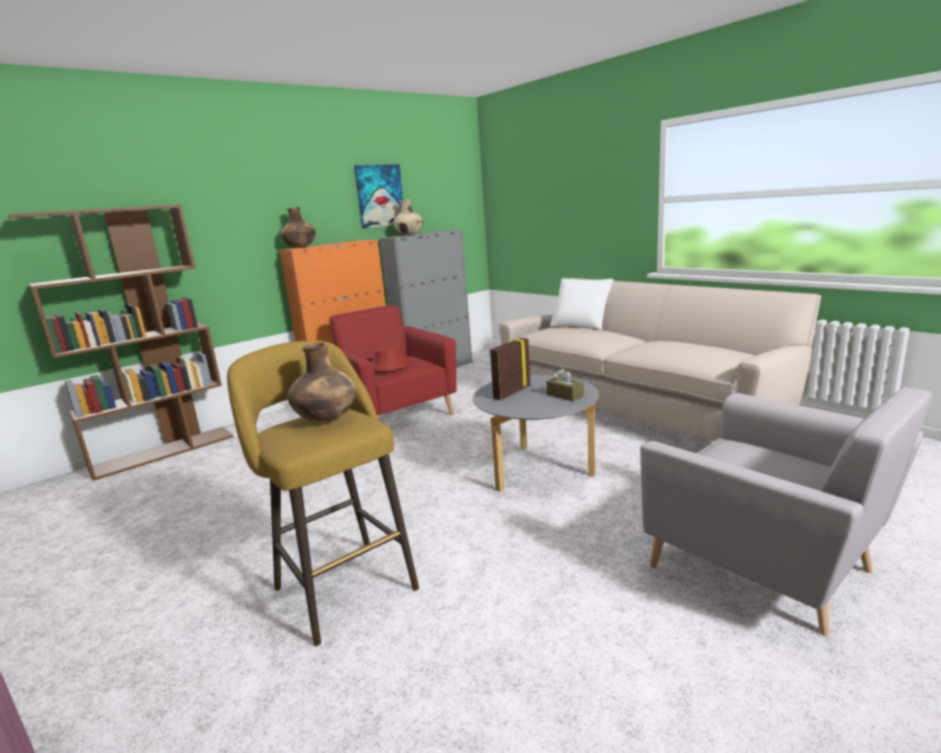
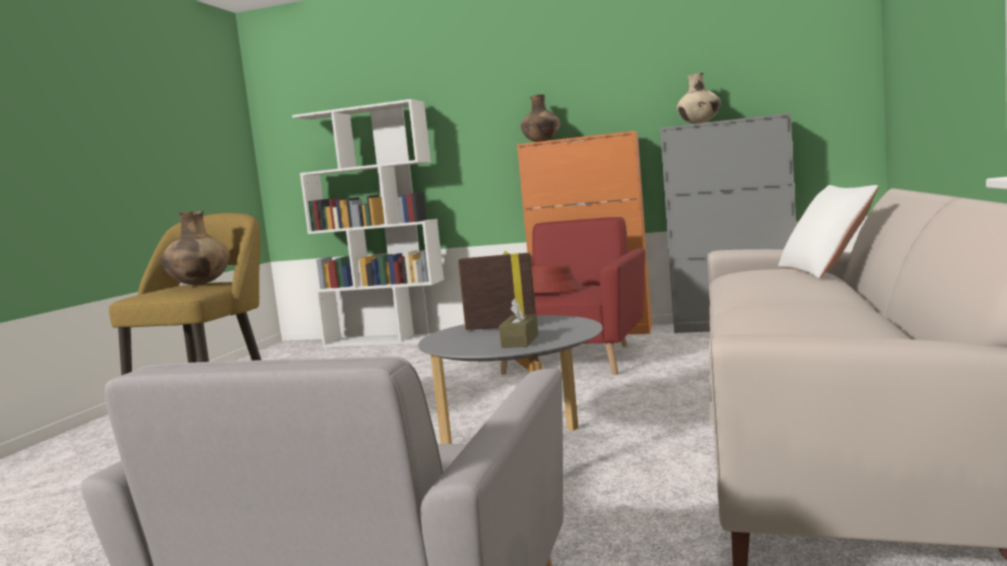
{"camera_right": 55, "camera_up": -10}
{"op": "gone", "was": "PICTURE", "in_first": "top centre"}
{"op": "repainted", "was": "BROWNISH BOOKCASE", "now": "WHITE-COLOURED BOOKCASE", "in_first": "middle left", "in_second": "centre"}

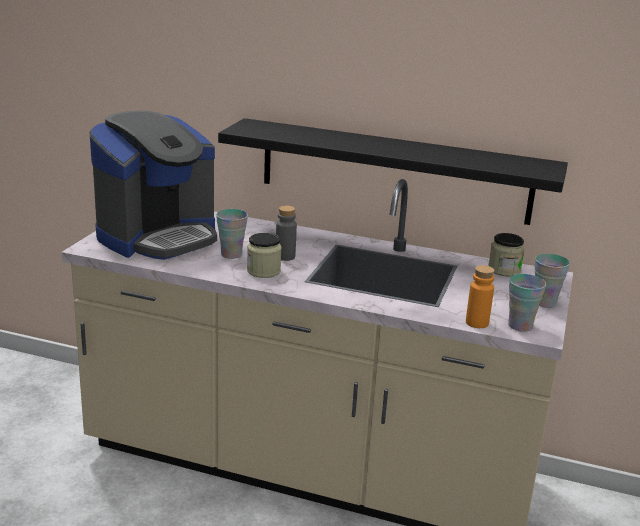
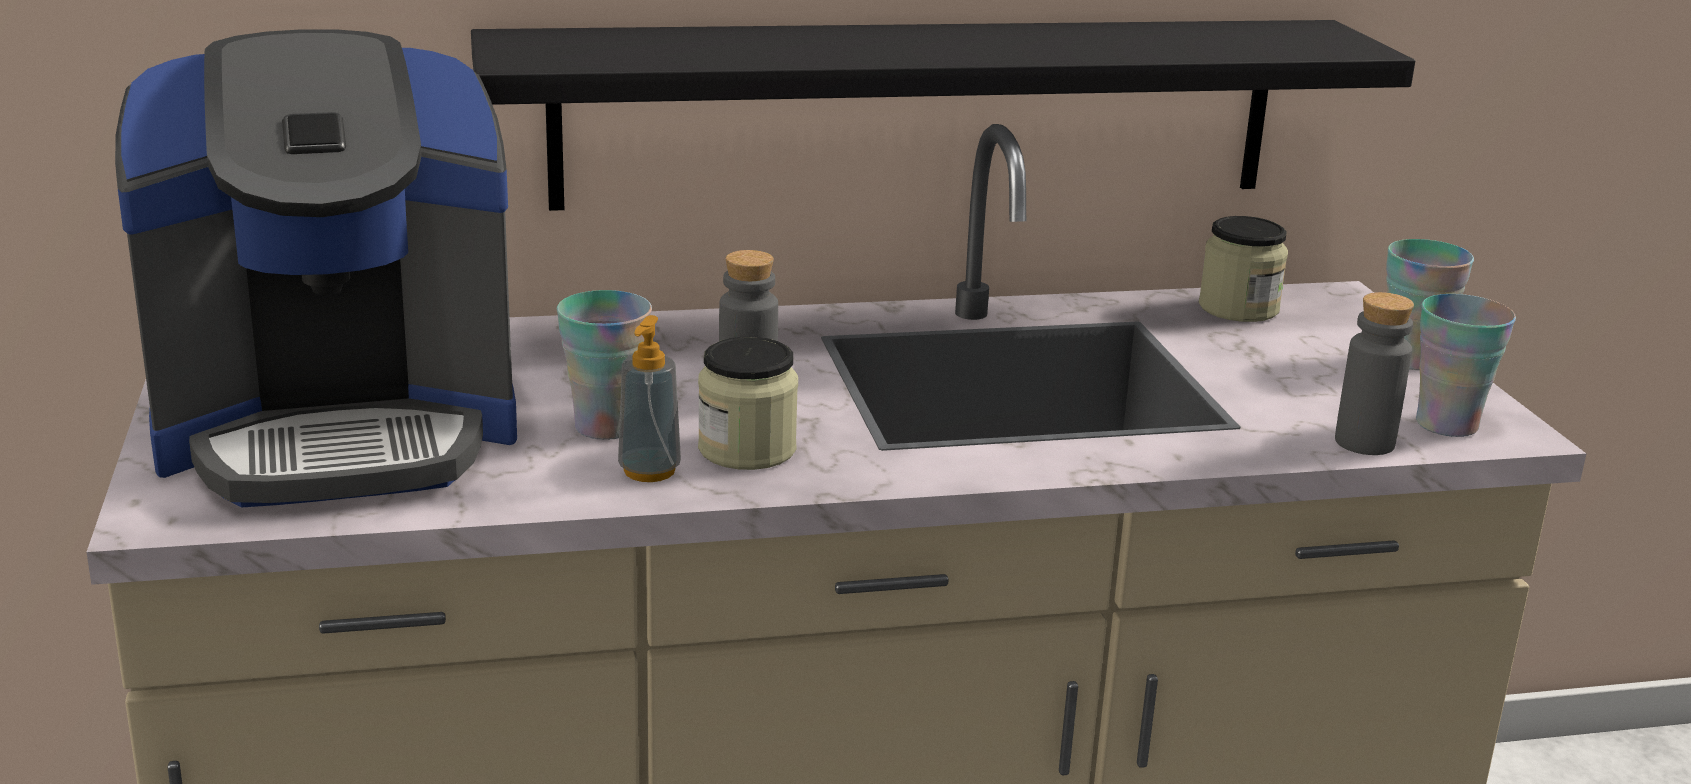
{"camera_right": -30, "camera_up": 0}
{"op": "rotated", "was": "COFFEE BREWER", "in_first": "middle left", "in_second": "middle left", "clockwise": 60}
{"op": "repainted", "was": "ORANGEY BEVERAGE BOTTLE", "now": "GREY BEVERAGE BOTTLE (no. 2 from left)", "in_first": "middle right", "in_second": "middle right"}
{"op": "new", "now": "SOAP DISPENSER", "in_second": "centre"}

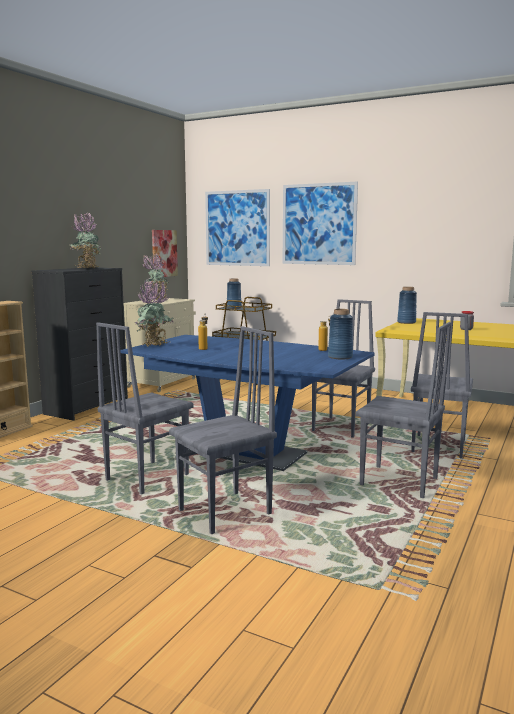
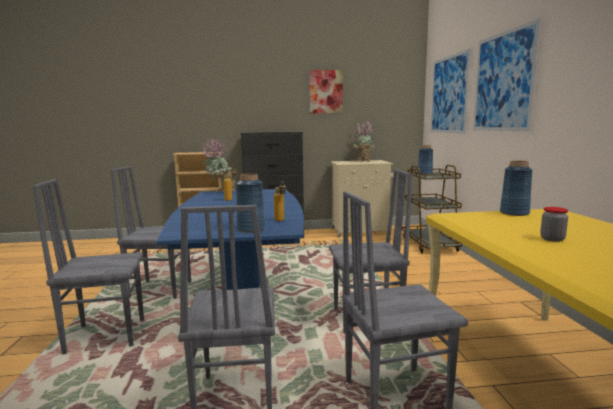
{"camera_right": 55, "camera_up": 0}
{"op": "gone", "was": "POTTED PLANT (no. 1 from left)", "in_first": "middle left"}
{"op": "shifted", "was": "PICTURE (no. 1 from left)", "in_first": "middle left", "in_second": "top centre"}
{"op": "rotated", "was": "GREY PLAIN CHAIR (no. 2 from left in the first image)", "in_first": "centre", "in_second": "middle left", "clockwise": 150}

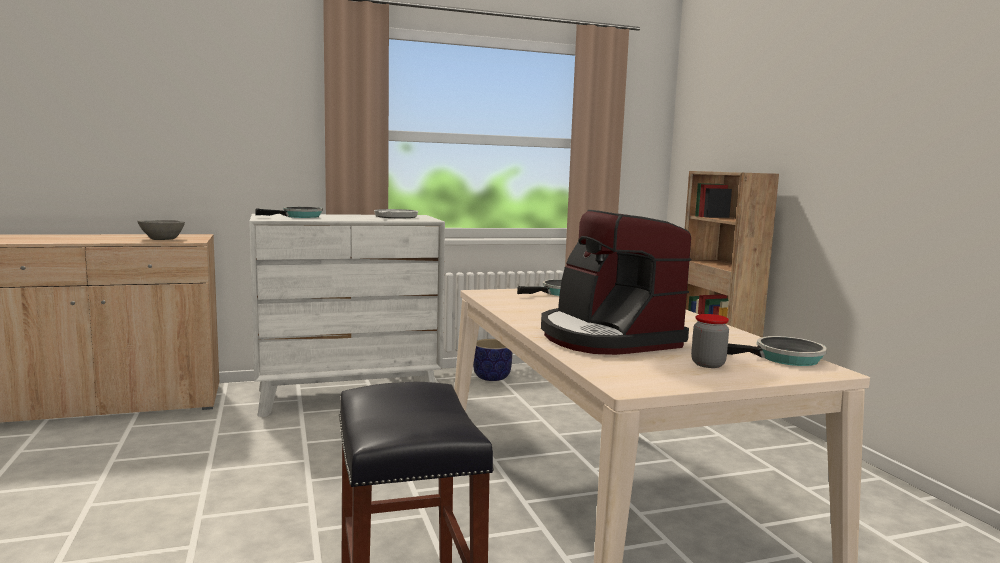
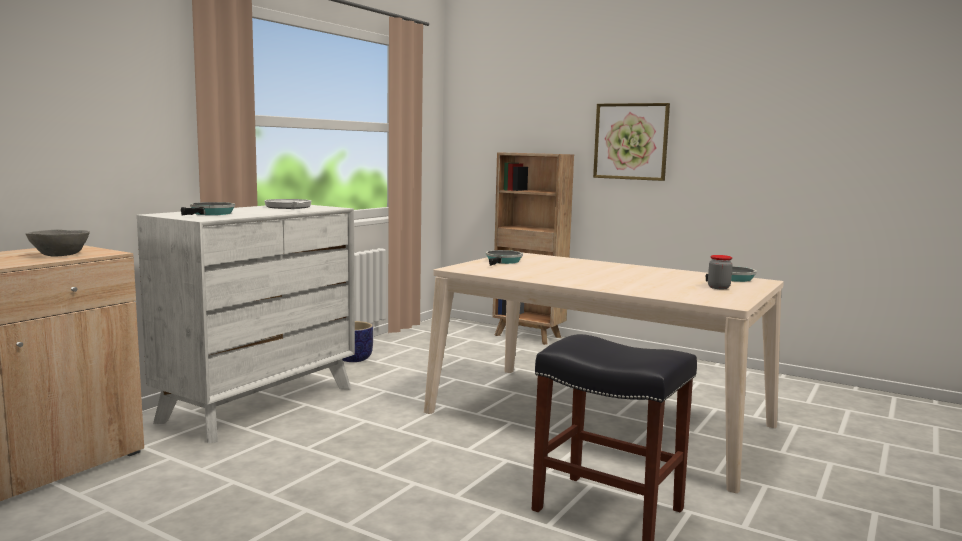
{"camera_right": -40, "camera_up": 0}
{"op": "gone", "was": "COFFEE BREWER", "in_first": "centre"}
{"op": "new", "now": "PICTURE", "in_second": "top centre"}

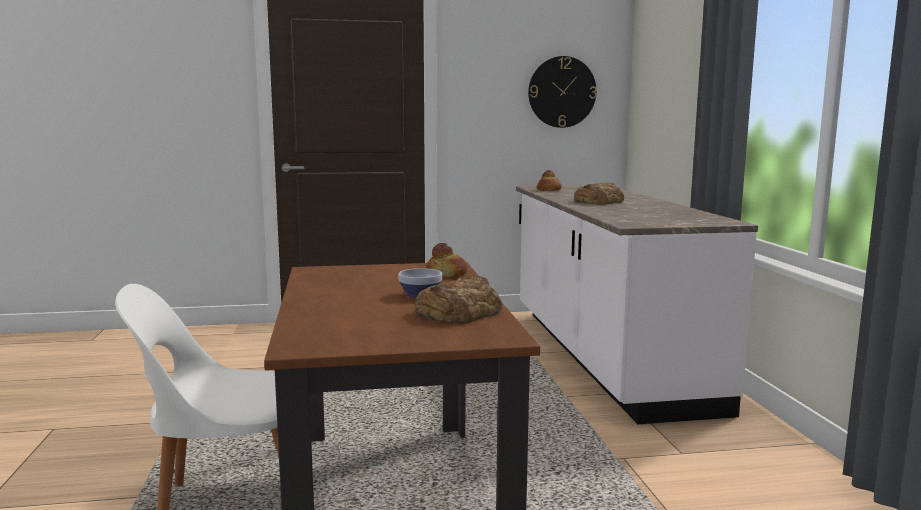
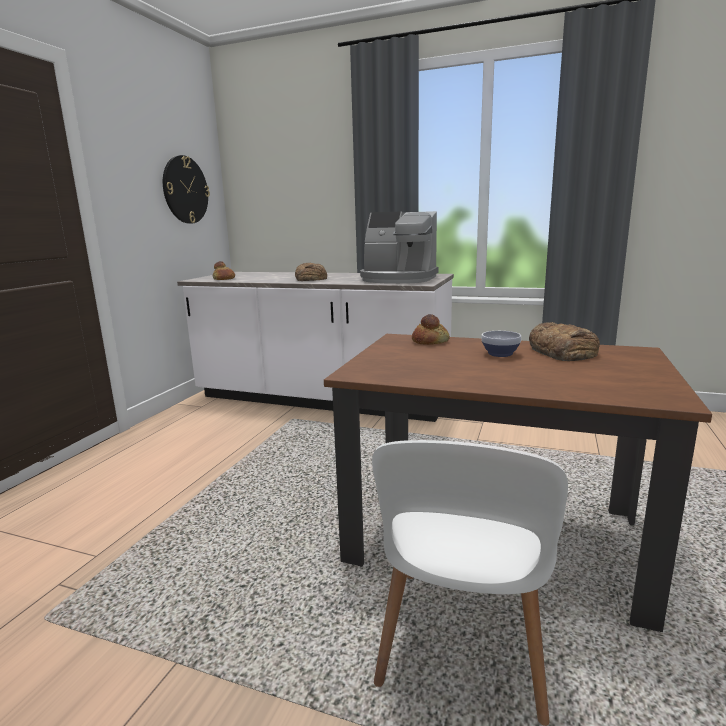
{"camera_right": -60, "camera_up": 5}
{"op": "new", "now": "COFFEE BREWER", "in_second": "centre"}

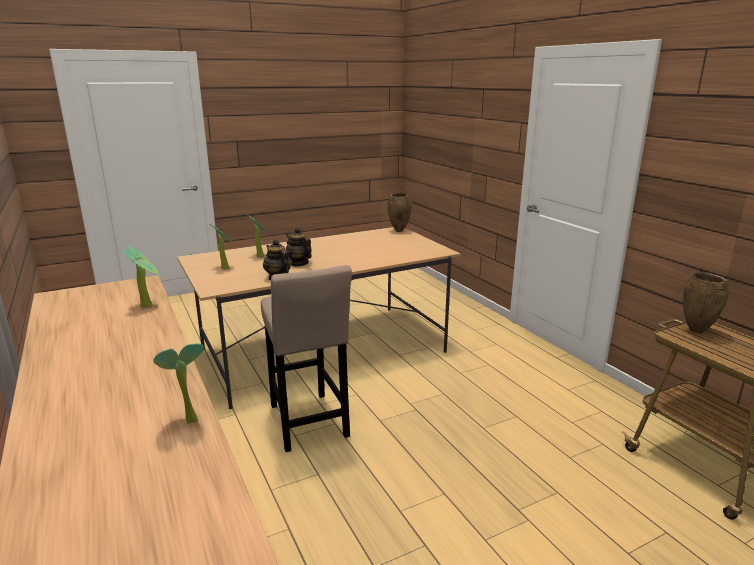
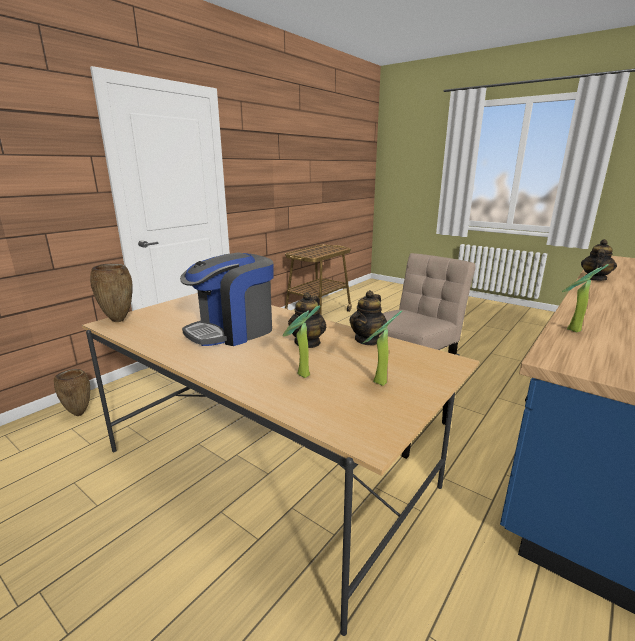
{"camera_right": -115, "camera_up": 0}
{"op": "shifted", "was": "BROWNISH FLOWER VASE (no. 2 from left in the first image)", "now": "BROWNISH FLOWER VASE (no. 1 from left)", "in_first": "middle right", "in_second": "middle left"}
{"op": "swapped", "was": "POTTED PLANT (no. 2 from left)", "now": "POT FOR TEA (no. 3 from left)", "in_first": "bottom left", "in_second": "middle right"}
{"op": "new", "now": "COFFEE BREWER", "in_second": "centre"}

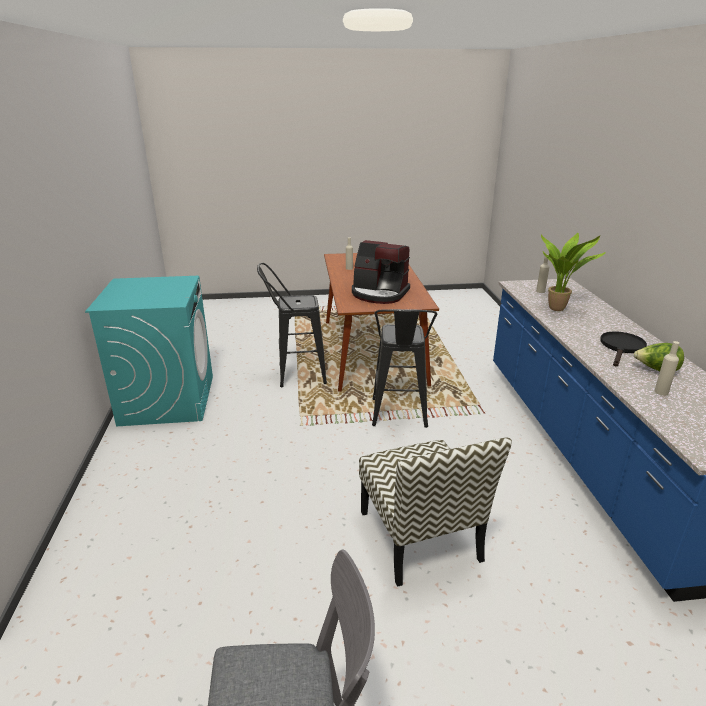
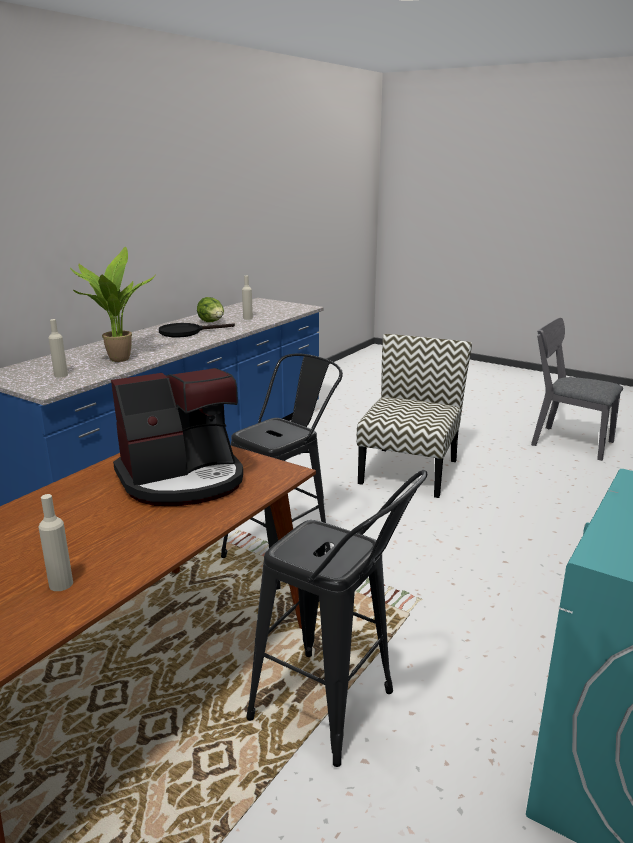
{"camera_right": -140, "camera_up": -5}
{"op": "rotated", "was": "COFFEE BREWER", "in_first": "centre", "in_second": "middle left", "clockwise": 90}

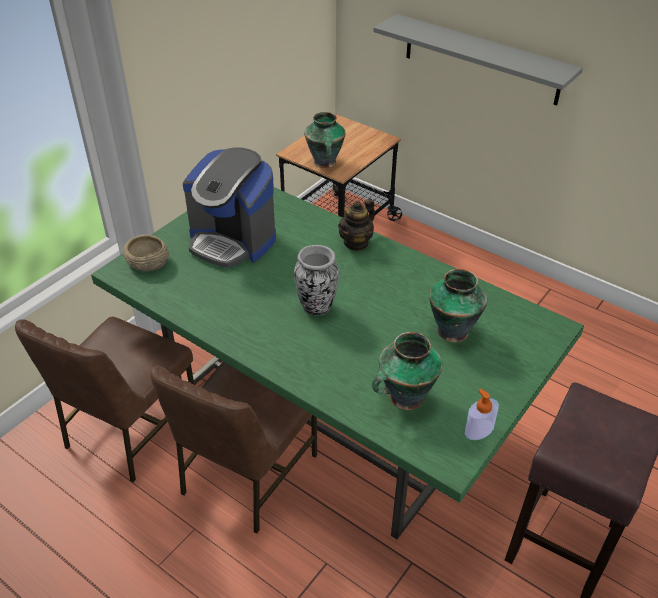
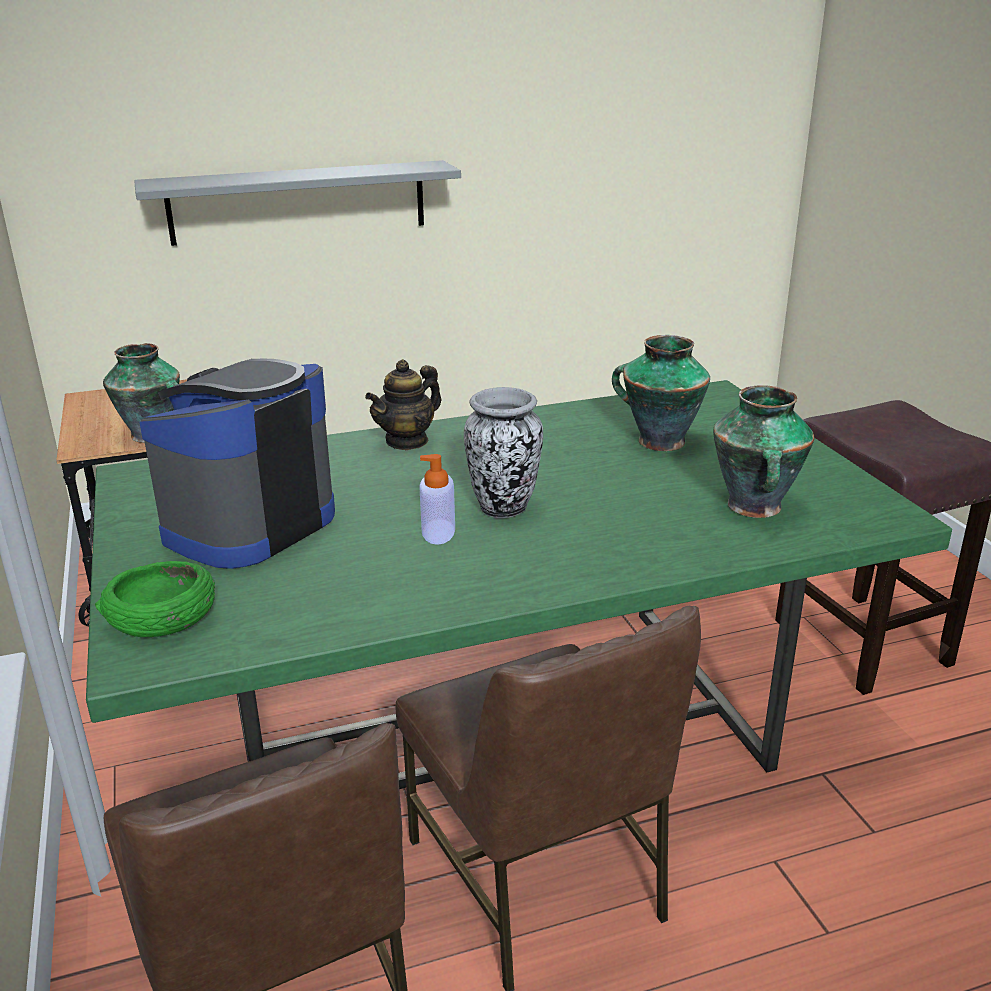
{"camera_right": -55, "camera_up": -15}
{"op": "rotated", "was": "COFFEE BREWER", "in_first": "centre", "in_second": "middle left", "clockwise": 150}
{"op": "rotated", "was": "POT FOR TEA", "in_first": "centre", "in_second": "centre", "clockwise": 60}
{"op": "repainted", "was": "SAND-COLOURED DEEP DISH", "now": "GREEN-COLOURED DEEP DISH", "in_first": "middle left", "in_second": "middle left"}
{"op": "shifted", "was": "SOAP DISPENSER", "in_first": "bottom right", "in_second": "centre"}

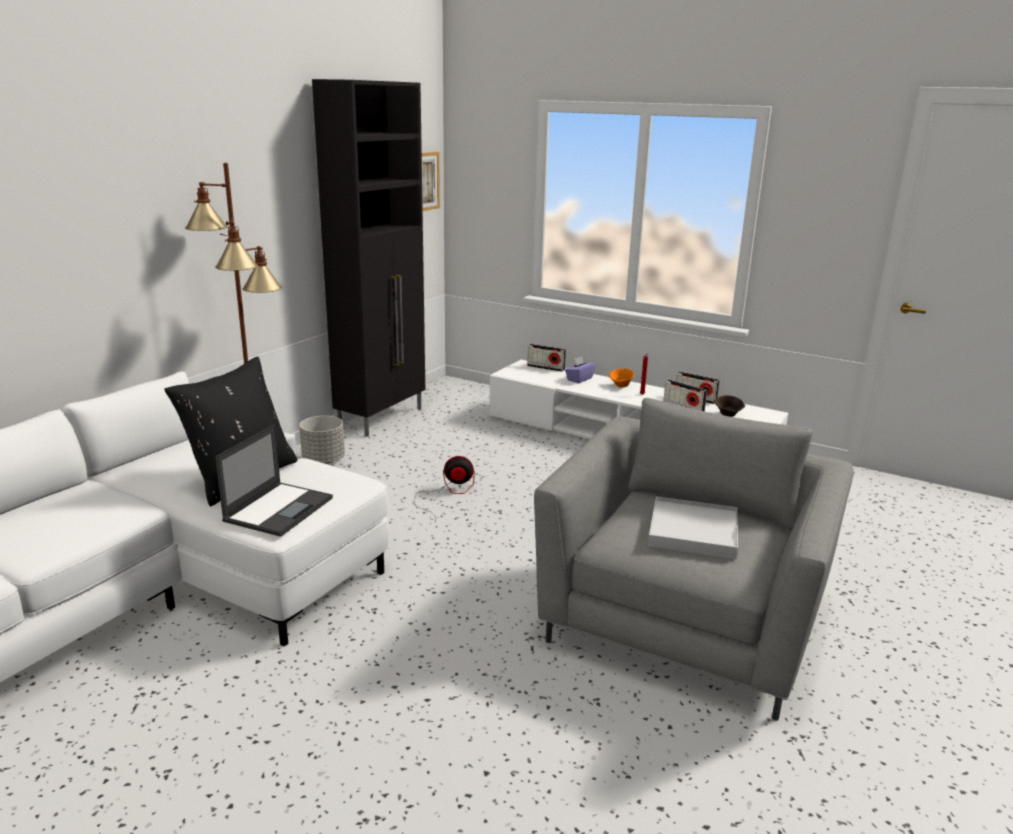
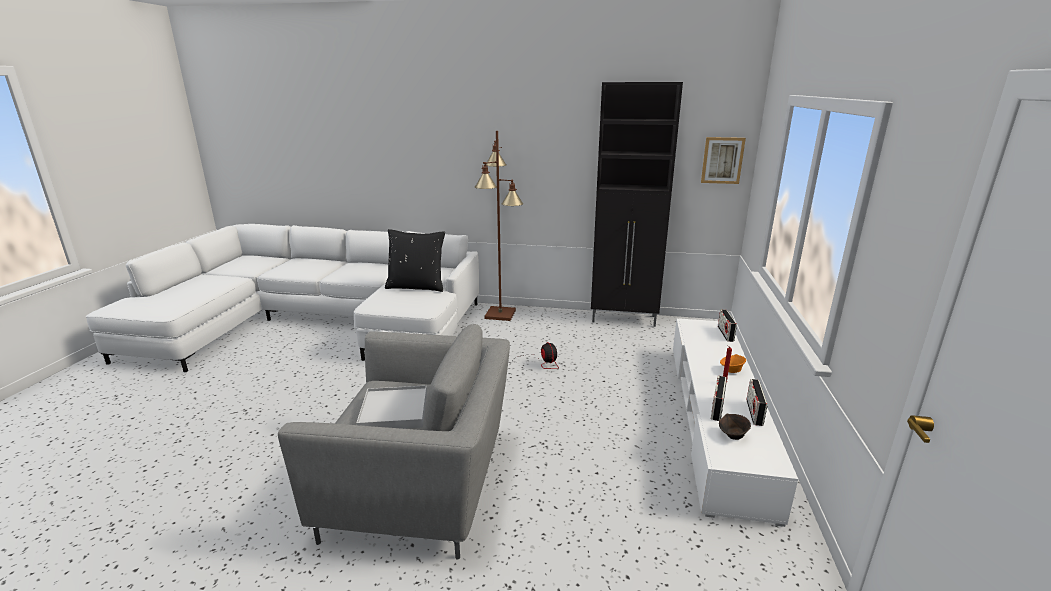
{"camera_right": 70, "camera_up": 0}
{"op": "gone", "was": "PURPLISH TISSUE BOX", "in_first": "centre"}
{"op": "gone", "was": "GREY PLANTER", "in_first": "middle left"}
{"op": "gone", "was": "NOTEBOOK COMPUTER", "in_first": "middle left"}

